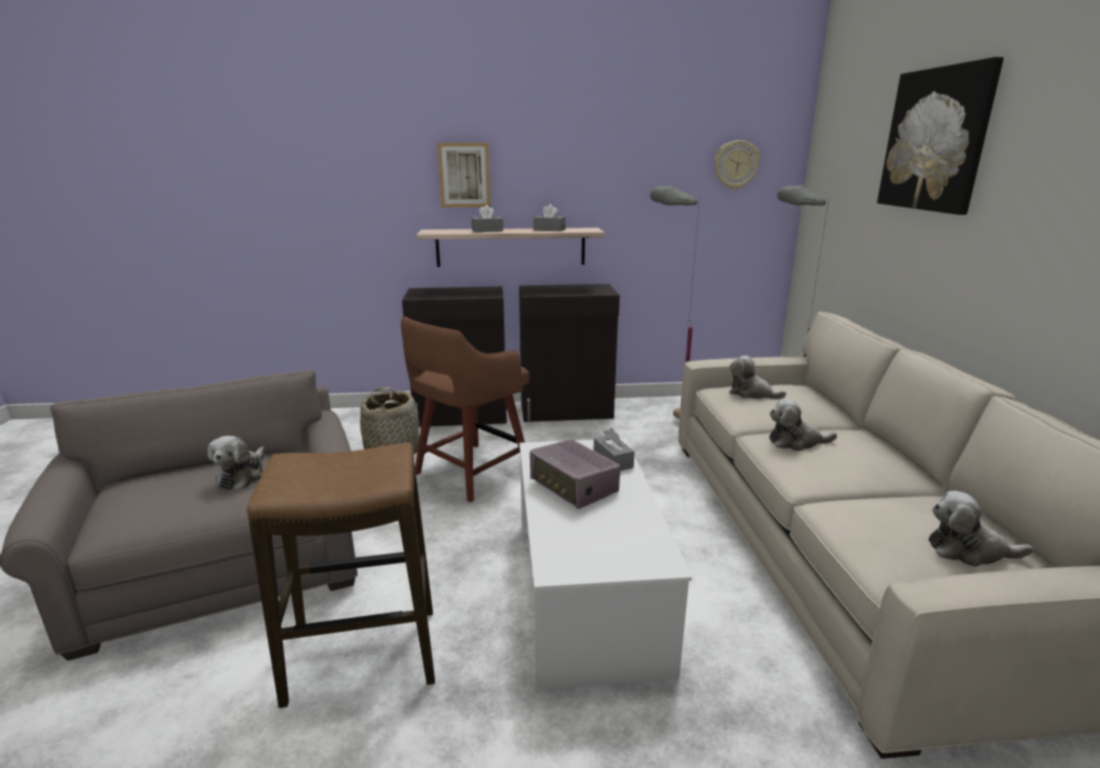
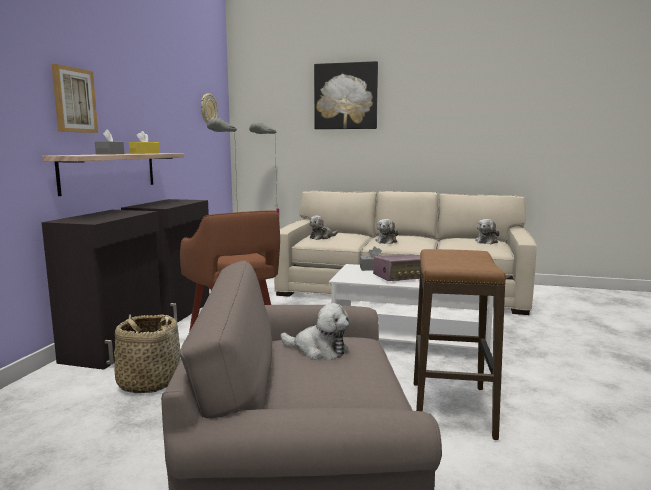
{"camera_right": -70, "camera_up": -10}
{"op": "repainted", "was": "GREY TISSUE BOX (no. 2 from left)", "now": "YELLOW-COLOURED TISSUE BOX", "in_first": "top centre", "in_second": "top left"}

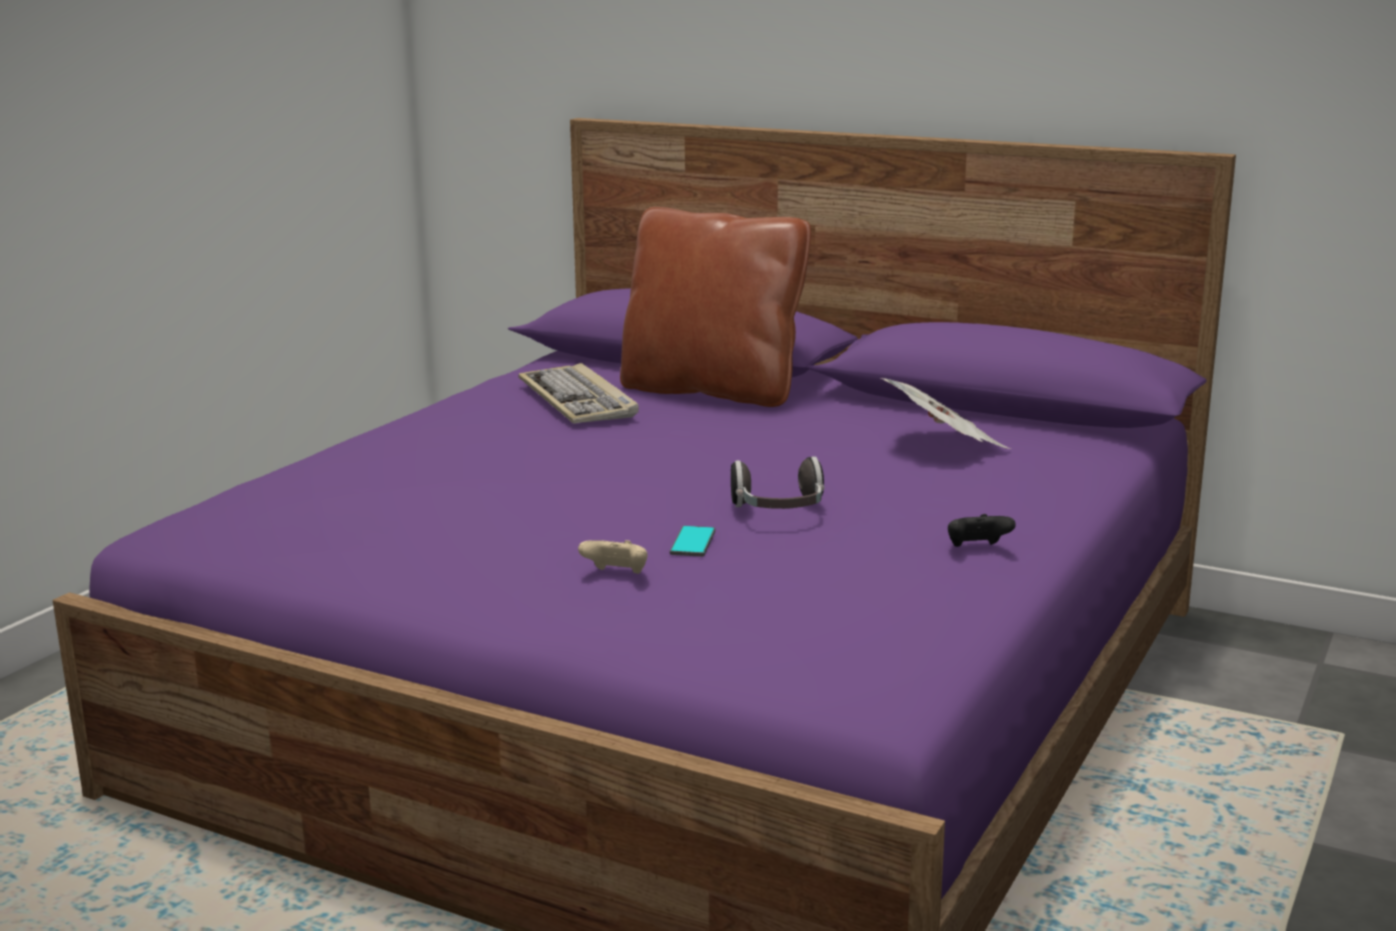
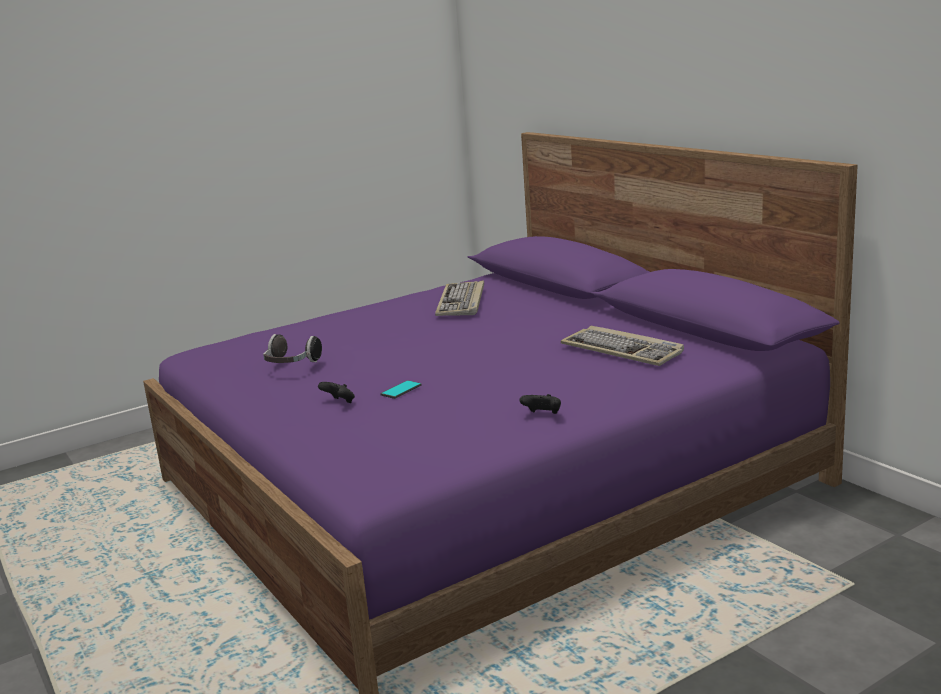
{"camera_right": 30, "camera_up": 0}
{"op": "gone", "was": "BROWNISH PILLOW", "in_first": "top centre"}
{"op": "swapped", "was": "DAILY PAPER", "now": "COMPUTER KEYBOARD (no. 2 from left)", "in_first": "middle right", "in_second": "centre"}
{"op": "shifted", "was": "HEADPHONES", "in_first": "centre", "in_second": "middle left"}
{"op": "repainted", "was": "SAND-COLOURED GAME CONTROLLER", "now": "BLACK GAME CONTROLLER (no. 1 from left)", "in_first": "centre", "in_second": "centre"}

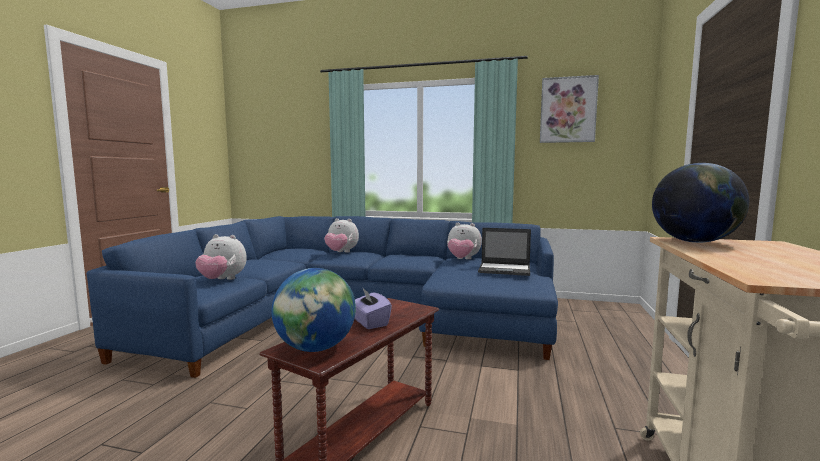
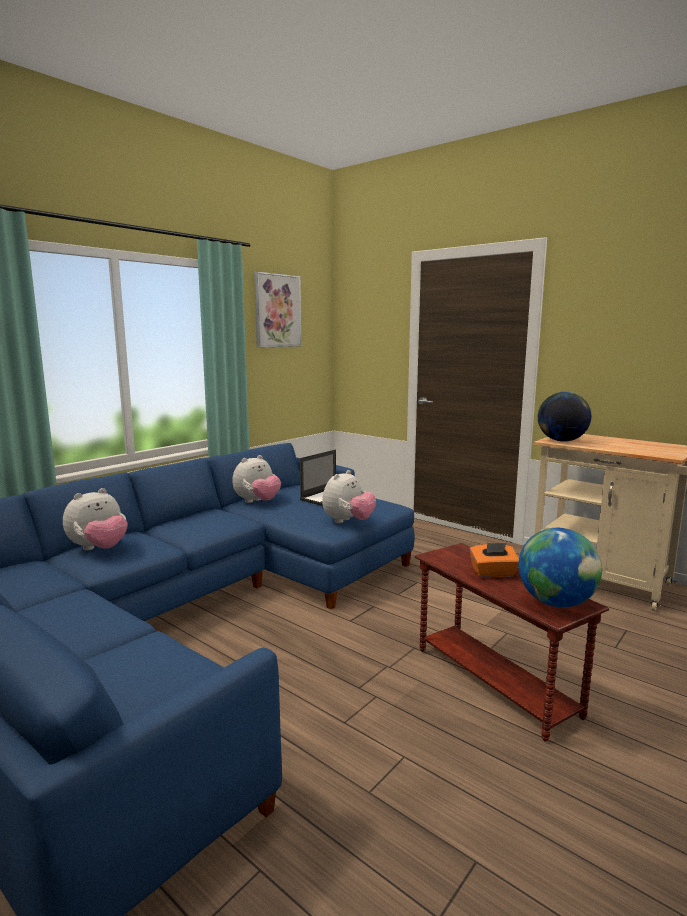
{"camera_right": -65, "camera_up": 5}
{"op": "shifted", "was": "PLUSH TOY (no. 1 from left in the first image)", "now": "PLUSH TOY (no. 3 from left)", "in_first": "middle left", "in_second": "centre"}
{"op": "repainted", "was": "PURPLISH TISSUE BOX", "now": "ORANGEY TISSUE BOX", "in_first": "bottom centre", "in_second": "middle right"}

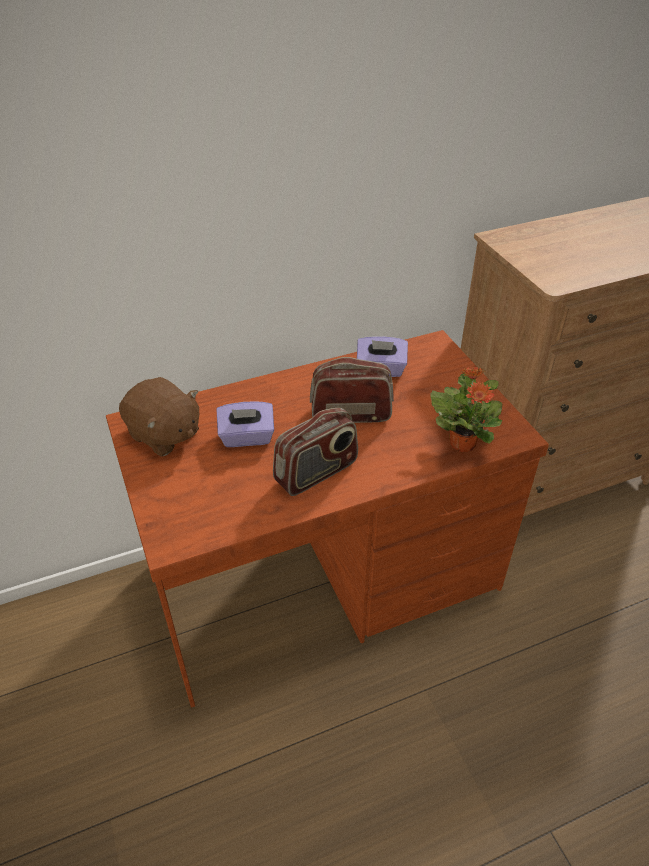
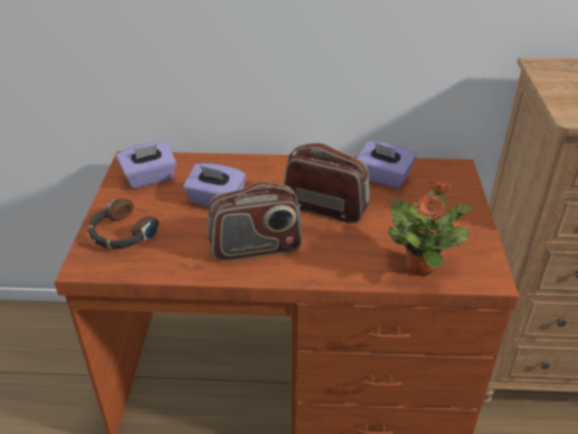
{"camera_right": 25, "camera_up": -5}
{"op": "swapped", "was": "BROWNISH PLUSH TOY", "now": "PURPLISH TISSUE BOX (no. 1 from left)", "in_first": "middle left", "in_second": "middle left"}
{"op": "new", "now": "HEADPHONES", "in_second": "middle left"}

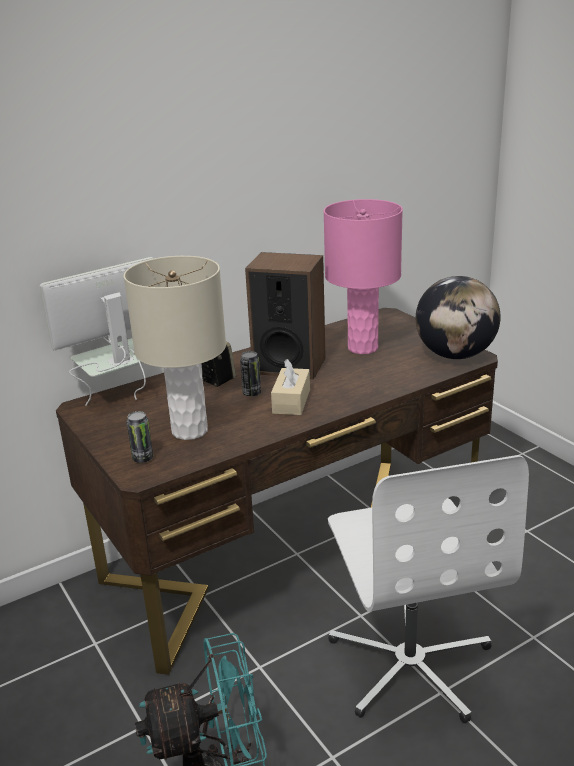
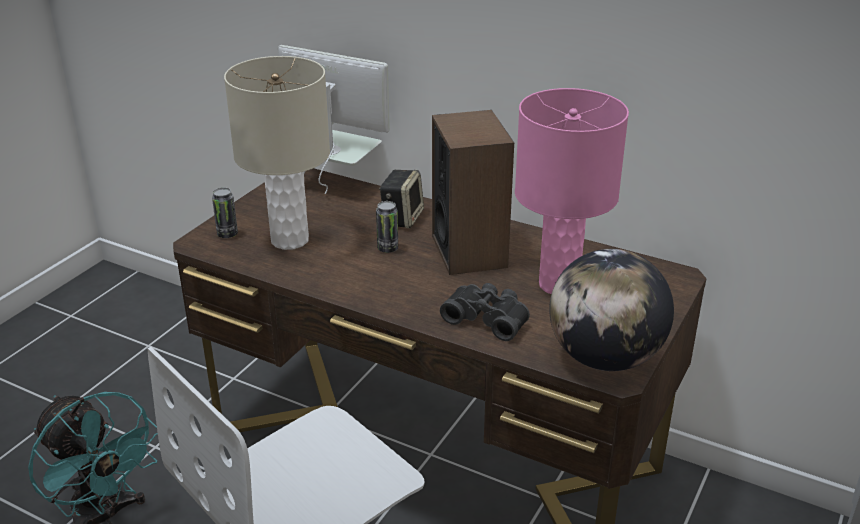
{"camera_right": 60, "camera_up": 5}
{"op": "gone", "was": "SAND-COLOURED TISSUE BOX", "in_first": "centre"}
{"op": "new", "now": "BLACK FIELD GLASSES", "in_second": "centre"}

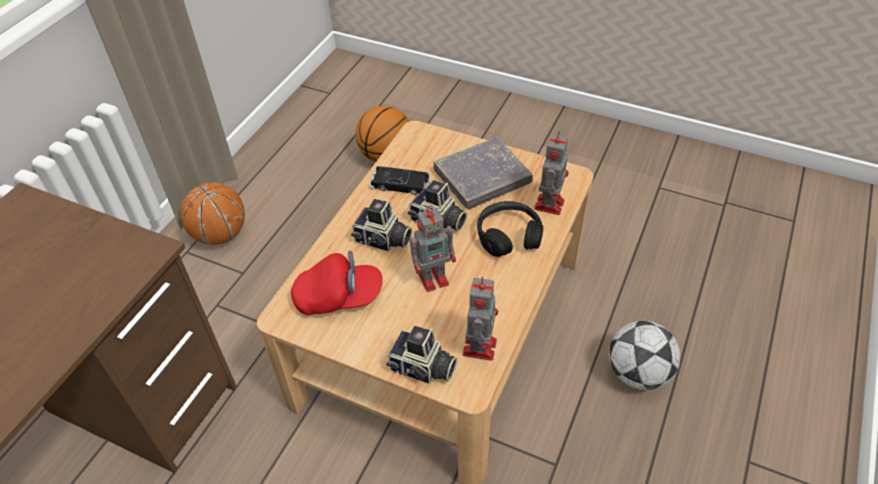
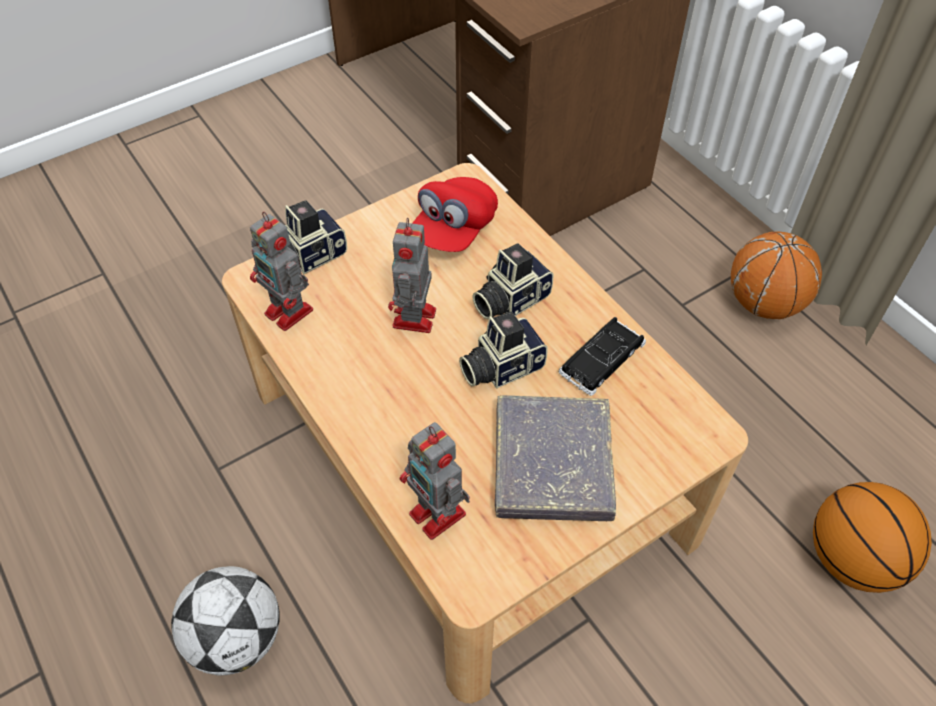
{"camera_right": 120, "camera_up": 5}
{"op": "gone", "was": "BLACK HEADPHONES", "in_first": "centre"}

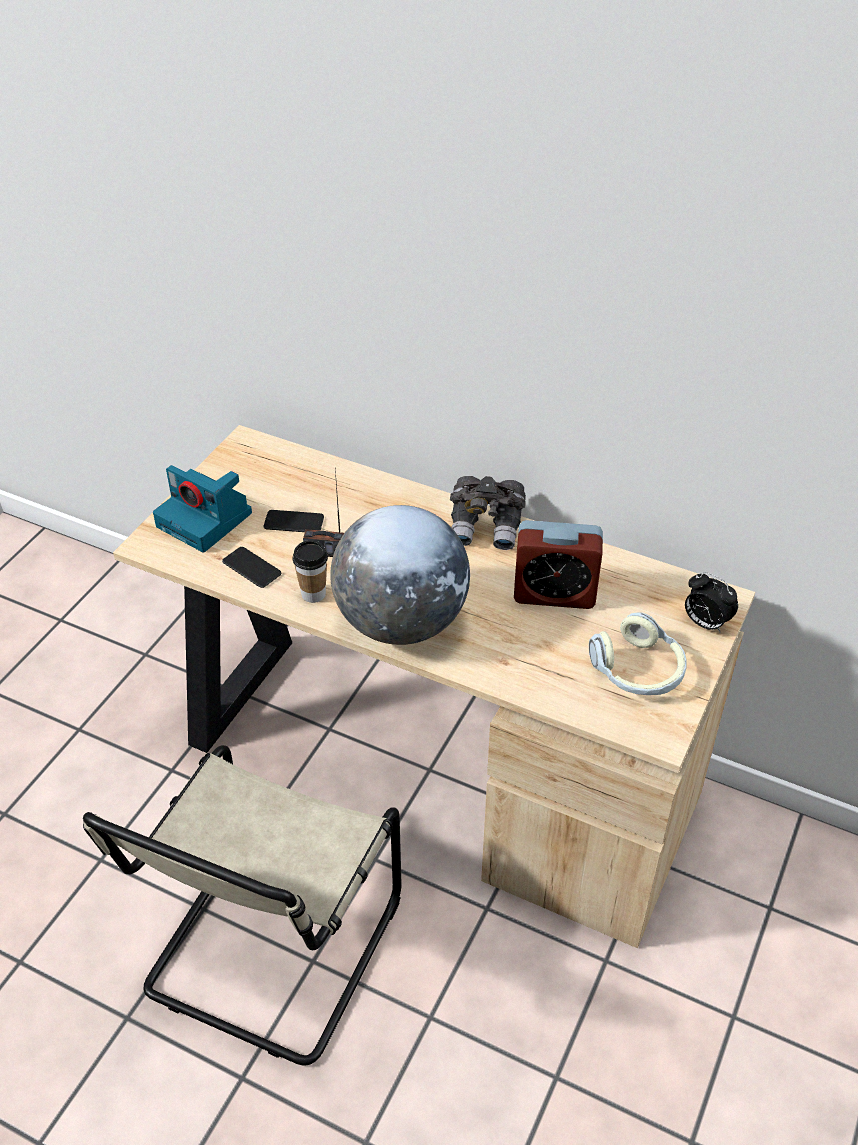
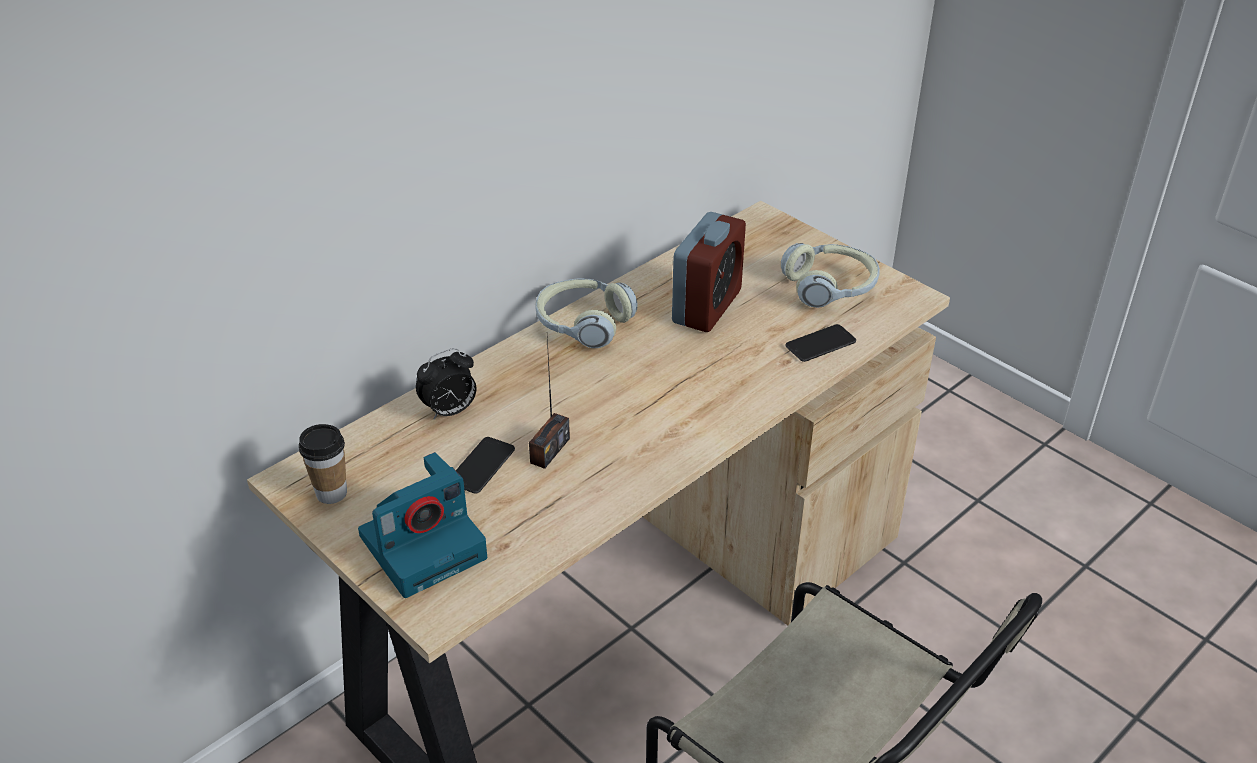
{"camera_right": -70, "camera_up": -5}
{"op": "swapped", "was": "GREY FIELD GLASSES", "now": "HEADPHONES (no. 1 from left)", "in_first": "centre", "in_second": "centre"}
{"op": "gone", "was": "WORLD GLOBE", "in_first": "centre"}
{"op": "shifted", "was": "DRINKING CUP", "in_first": "centre", "in_second": "middle left"}
{"op": "shifted", "was": "HANDSET (no. 1 from left in the first image)", "now": "HANDSET (no. 2 from left)", "in_first": "middle left", "in_second": "centre"}
{"op": "shifted", "was": "BEDSIDE CLOCK (no. 2 from left in the first image)", "now": "BEDSIDE CLOCK (no. 1 from left)", "in_first": "middle right", "in_second": "centre"}

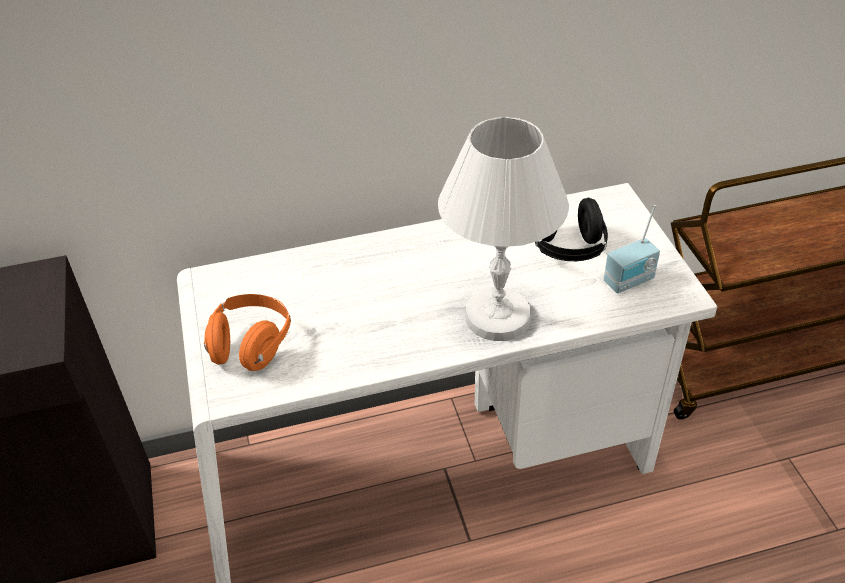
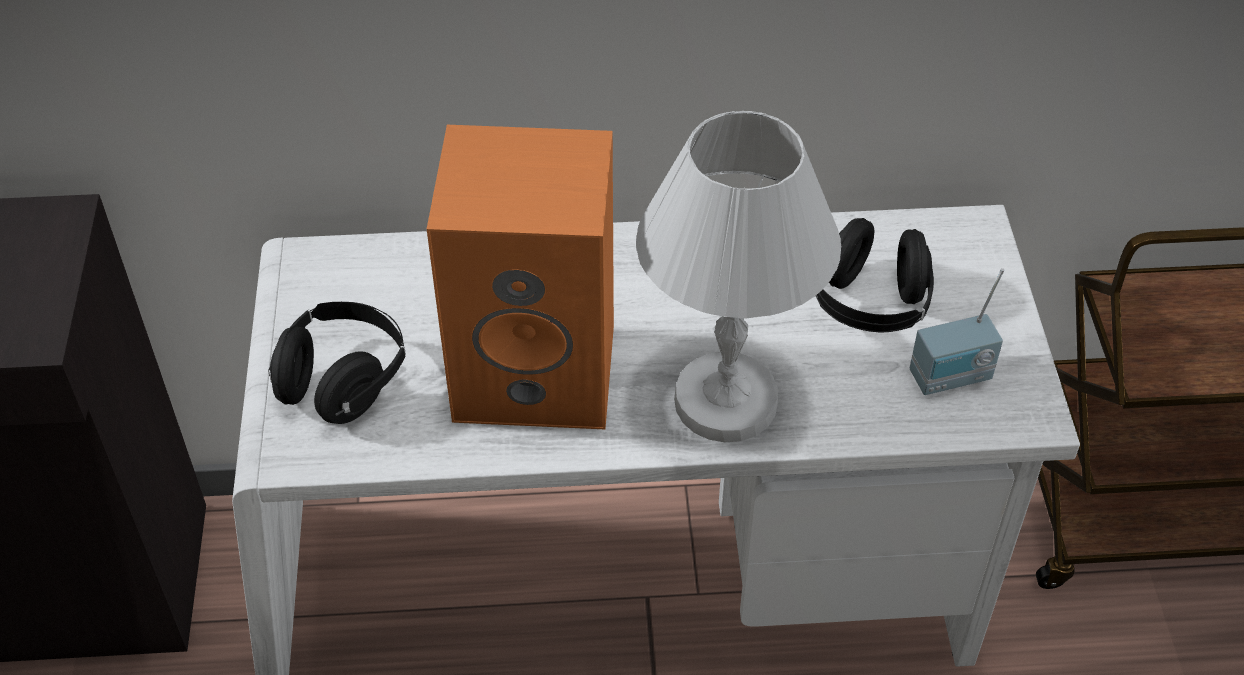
{"camera_right": 10, "camera_up": 5}
{"op": "repainted", "was": "ORANGEY HEADPHONES", "now": "BLACK HEADPHONES (no. 1 from left)", "in_first": "middle left", "in_second": "middle left"}
{"op": "new", "now": "ORANGEY SPEAKER", "in_second": "centre"}

